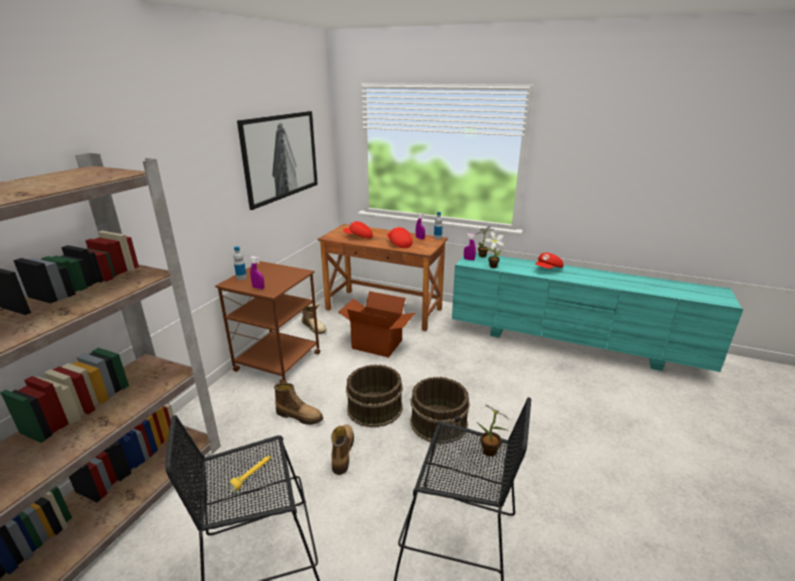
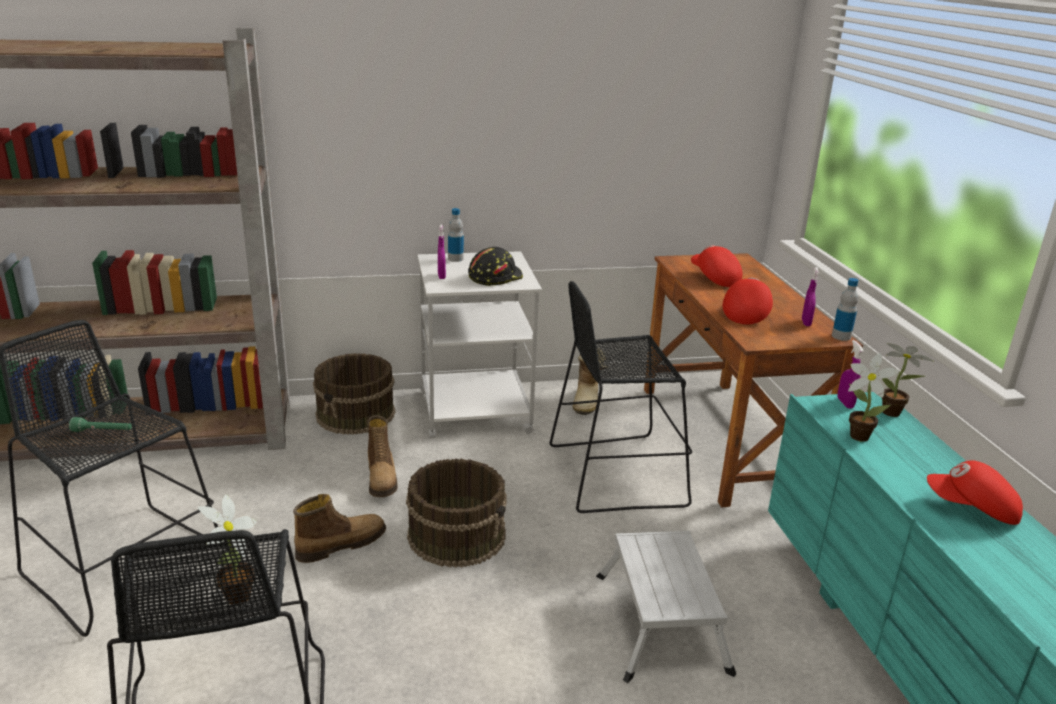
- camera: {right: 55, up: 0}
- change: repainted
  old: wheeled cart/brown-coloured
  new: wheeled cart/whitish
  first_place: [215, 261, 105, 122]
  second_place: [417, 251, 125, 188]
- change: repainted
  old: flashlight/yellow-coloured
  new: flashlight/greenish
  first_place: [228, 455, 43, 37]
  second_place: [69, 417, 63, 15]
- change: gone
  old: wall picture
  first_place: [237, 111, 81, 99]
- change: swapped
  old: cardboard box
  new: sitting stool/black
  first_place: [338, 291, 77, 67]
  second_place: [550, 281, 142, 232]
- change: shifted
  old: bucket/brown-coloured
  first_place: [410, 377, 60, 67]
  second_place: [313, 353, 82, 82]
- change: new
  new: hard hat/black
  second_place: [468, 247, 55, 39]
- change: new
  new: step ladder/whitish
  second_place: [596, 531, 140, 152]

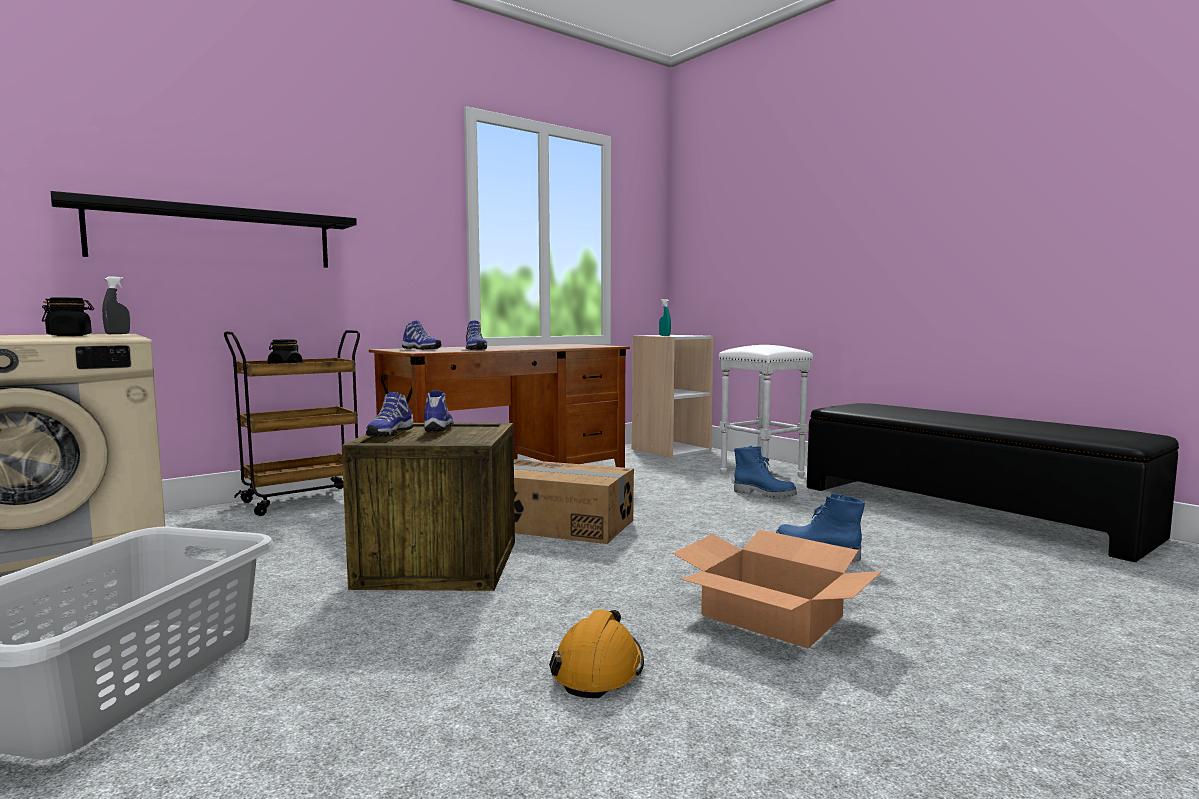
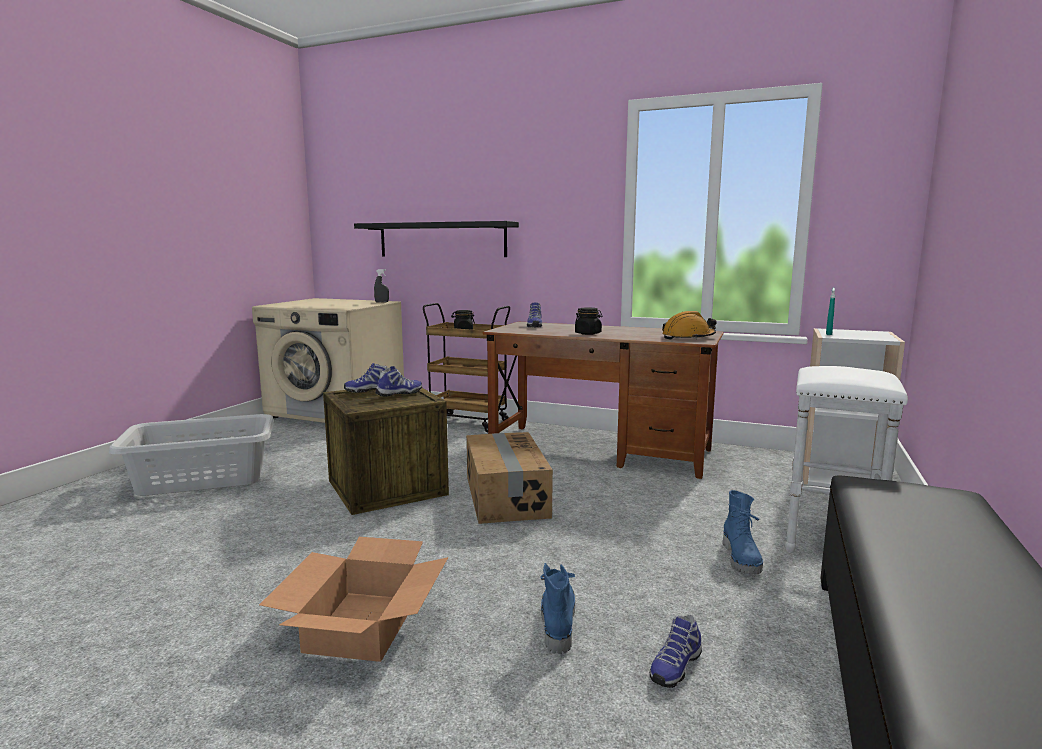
- camera: {right: 60, up: 5}
- change: shifted
  old: storage jar/black
  first_place: [42, 297, 52, 39]
  second_place: [575, 308, 28, 27]
- change: shifted
  old: low shoe
  first_place: [466, 321, 21, 29]
  second_place: [650, 614, 52, 74]
- change: shifted
  old: hard hat/orange-coloured
  first_place: [549, 609, 95, 89]
  second_place: [662, 311, 55, 29]

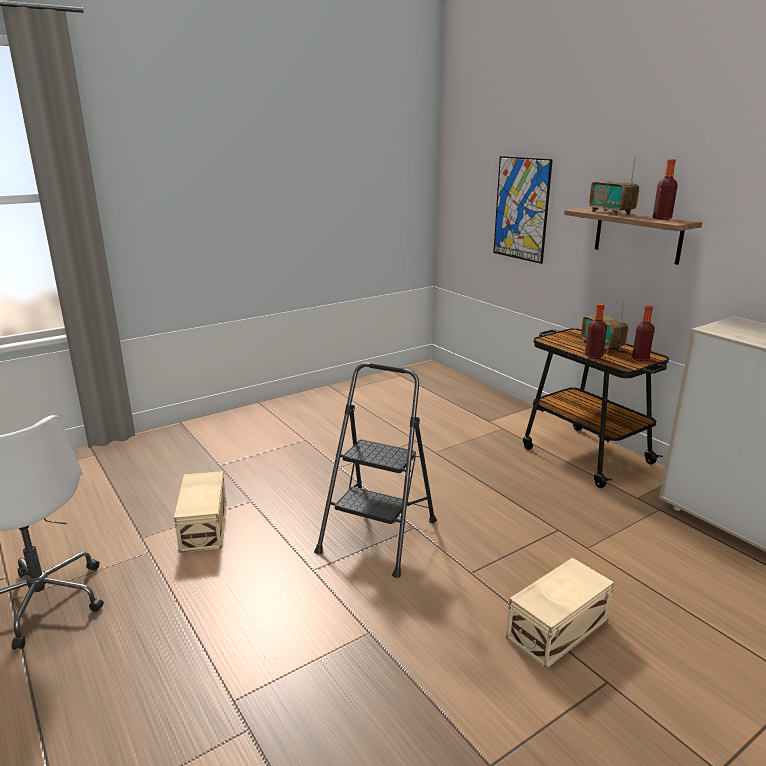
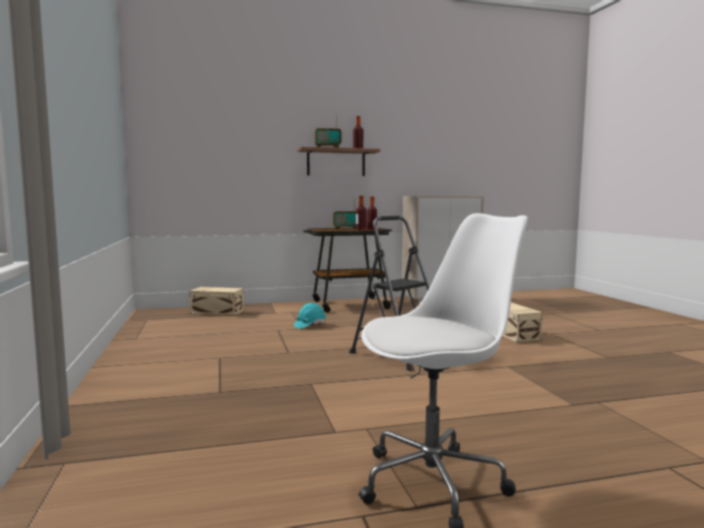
- camera: {right: -70, up: -15}
- change: shifted
  old: storage container/beige-coloured
  first_place: [174, 471, 53, 82]
  second_place: [189, 287, 55, 29]
- change: gone
  old: wall picture
  first_place: [493, 156, 60, 108]
- change: new
  new: hard hat/turquoise-coloured
  second_place: [294, 303, 32, 26]

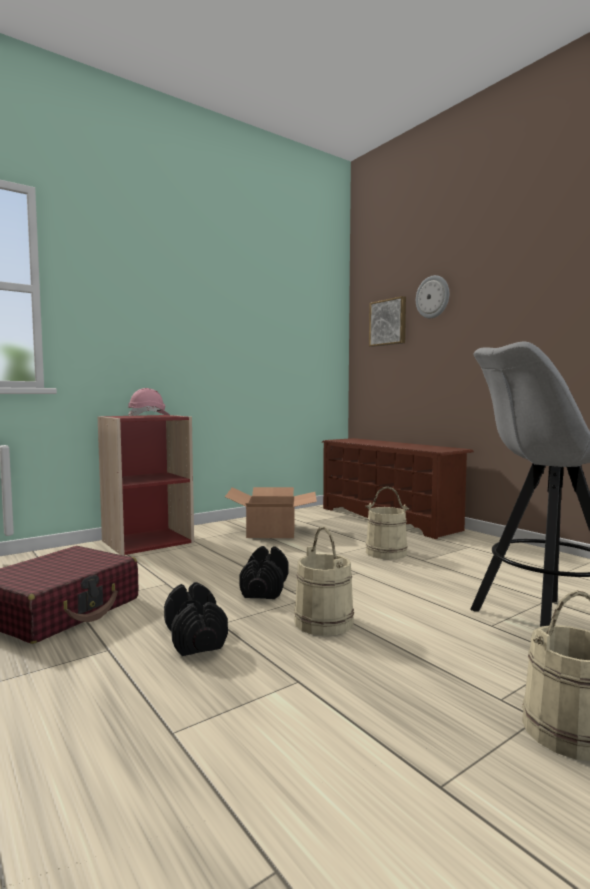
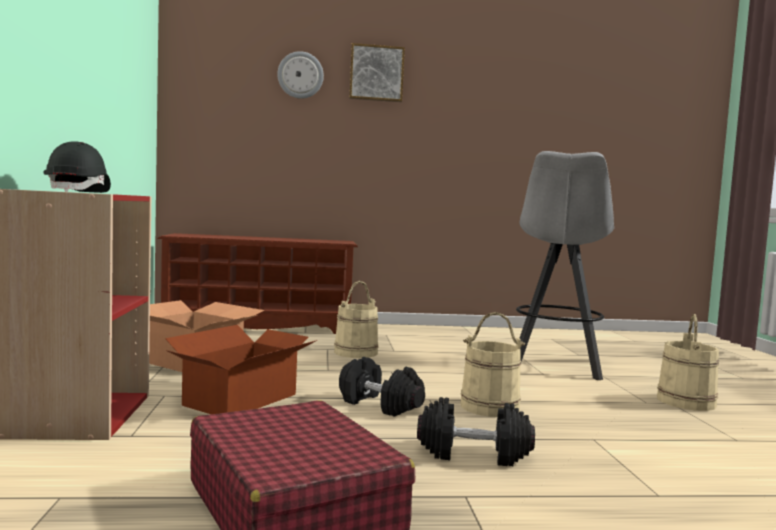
- camera: {right: -60, up: 0}
- change: repainted
  old: hard hat/pinkish
  new: hard hat/black
  first_place: [128, 388, 42, 28]
  second_place: [44, 142, 67, 51]
- change: shifted
  old: wall picture
  first_place: [369, 296, 37, 51]
  second_place: [349, 43, 56, 59]
- change: new
  new: cardboard box
  second_place: [165, 325, 152, 89]

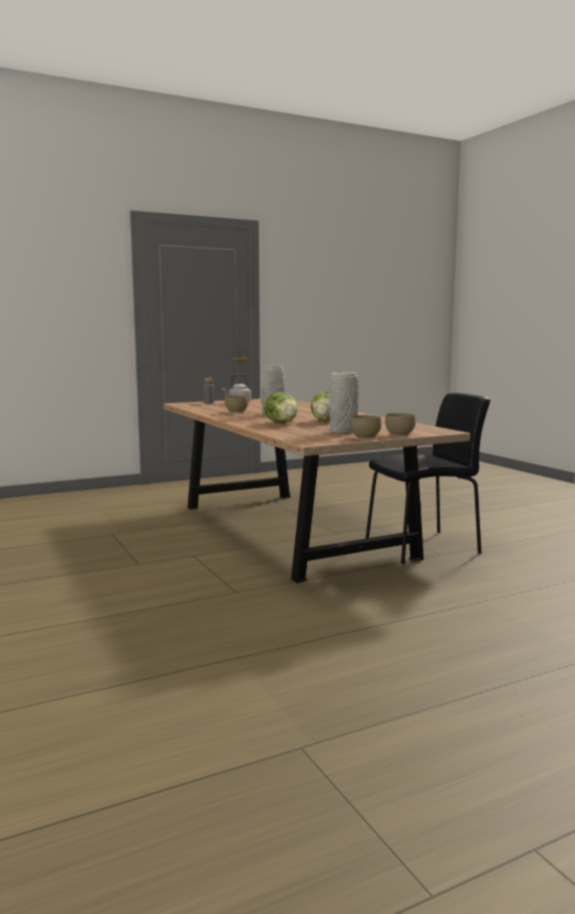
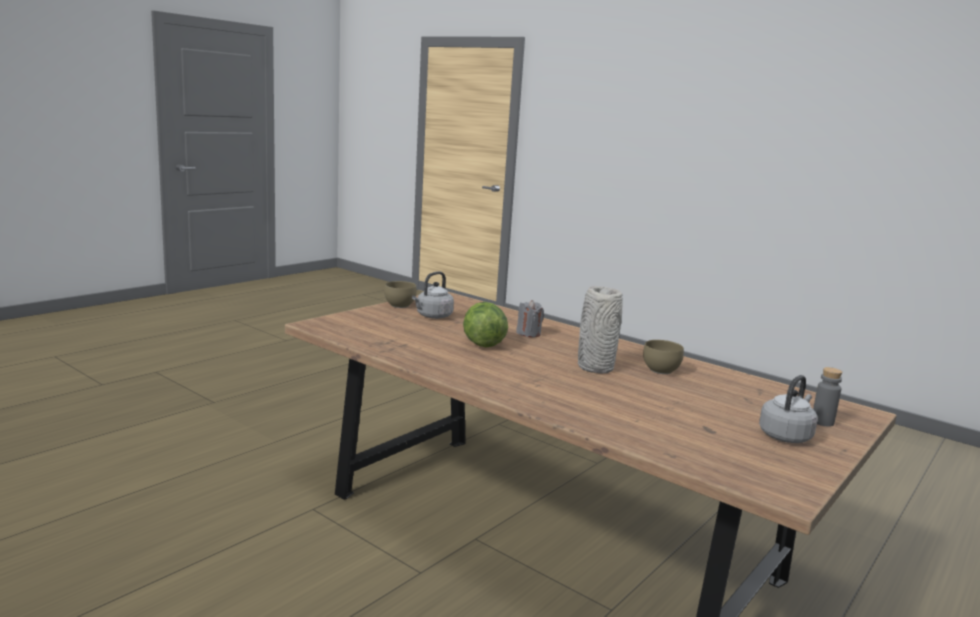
- camera: {right: 155, up: 5}
- change: swapped
  old: lettuce head
  new: wax light/gray
  first_place: [264, 392, 34, 31]
  second_place: [516, 300, 28, 37]
- change: swapped
  old: decorative vase/gray
  new: water kettle/gray
  first_place: [329, 372, 30, 61]
  second_place: [412, 271, 42, 48]
- change: gone
  old: plain chair/black
  first_place: [366, 393, 124, 171]
- change: gone
  old: serving bowl/brown-coloured
  first_place: [385, 413, 31, 23]

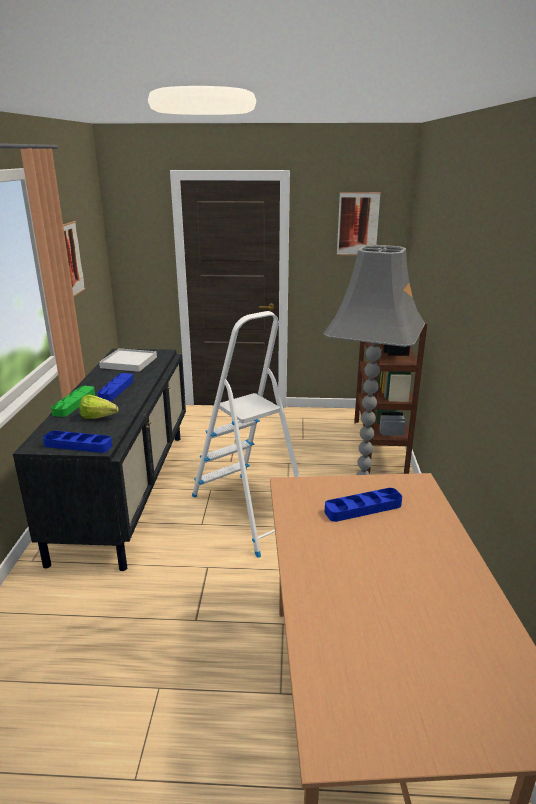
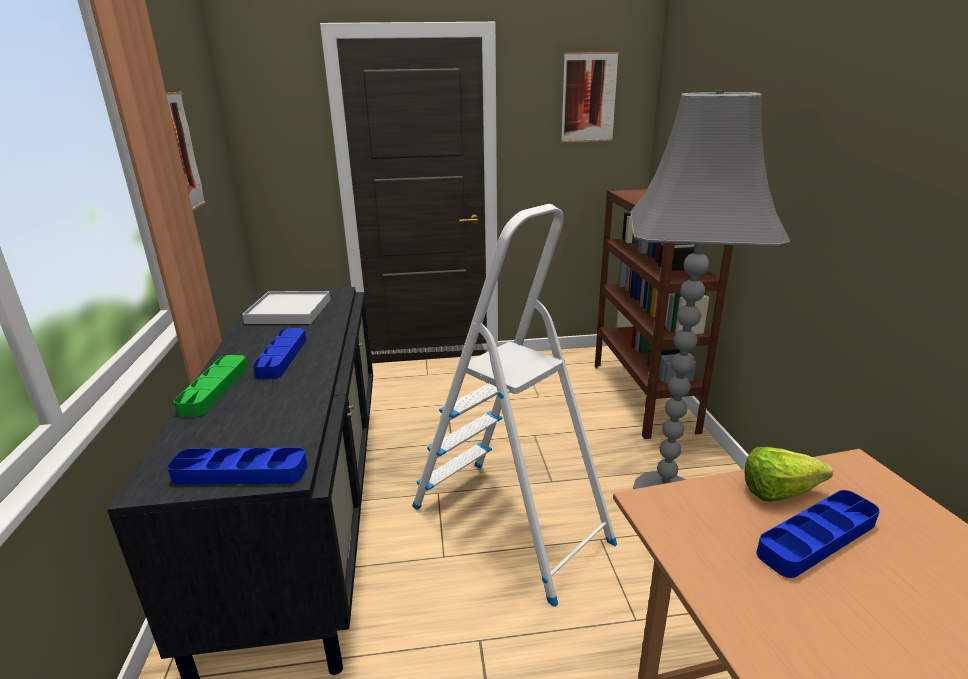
- camera: {right: -10, up: 0}
- change: shifted
  old: lettuce head
  first_place: [79, 394, 40, 25]
  second_place: [745, 447, 88, 55]

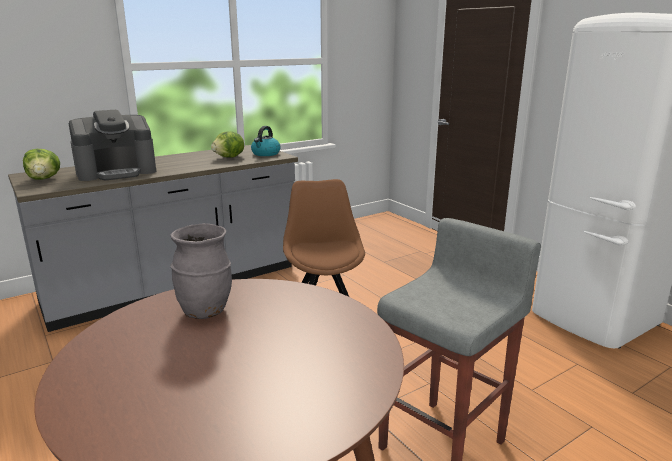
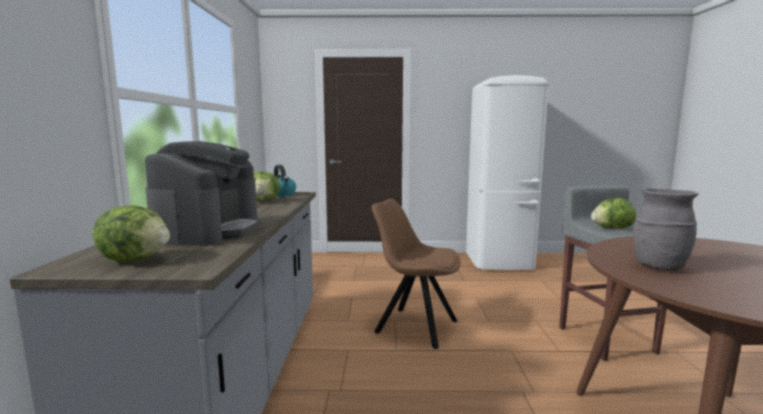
- camera: {right: -55, up: -10}
- change: new
  new: lettuce head
  second_place: [591, 198, 45, 31]

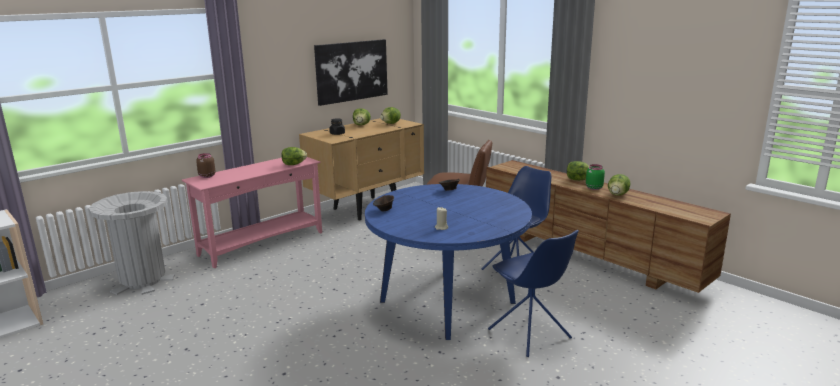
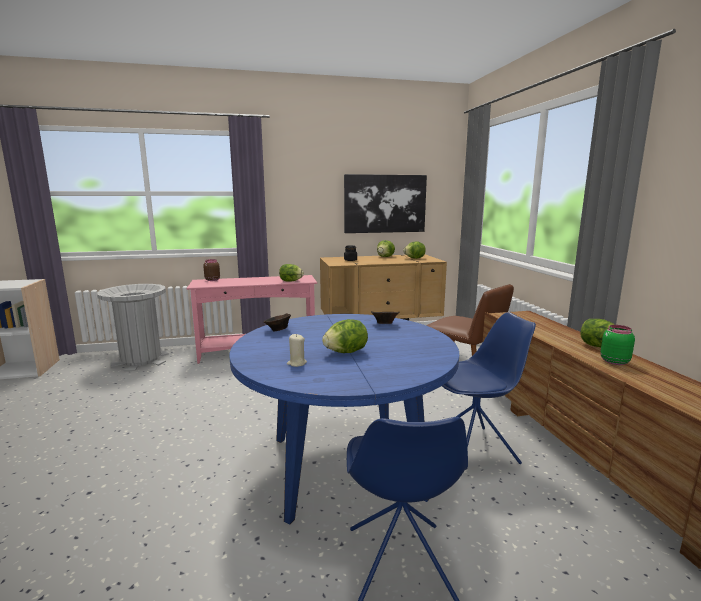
- camera: {right: 30, up: -5}
- change: shifted
  old: lettuce head
  first_place: [608, 174, 22, 22]
  second_place: [322, 319, 46, 34]

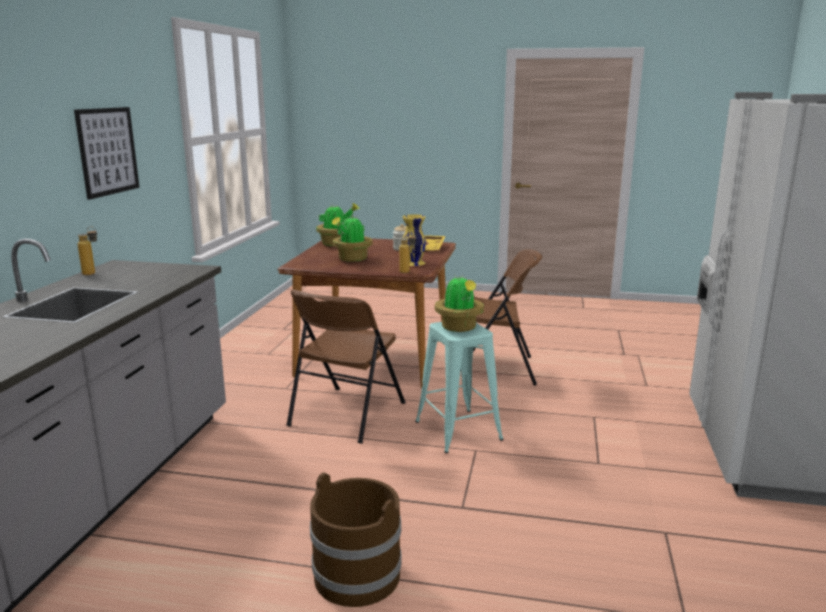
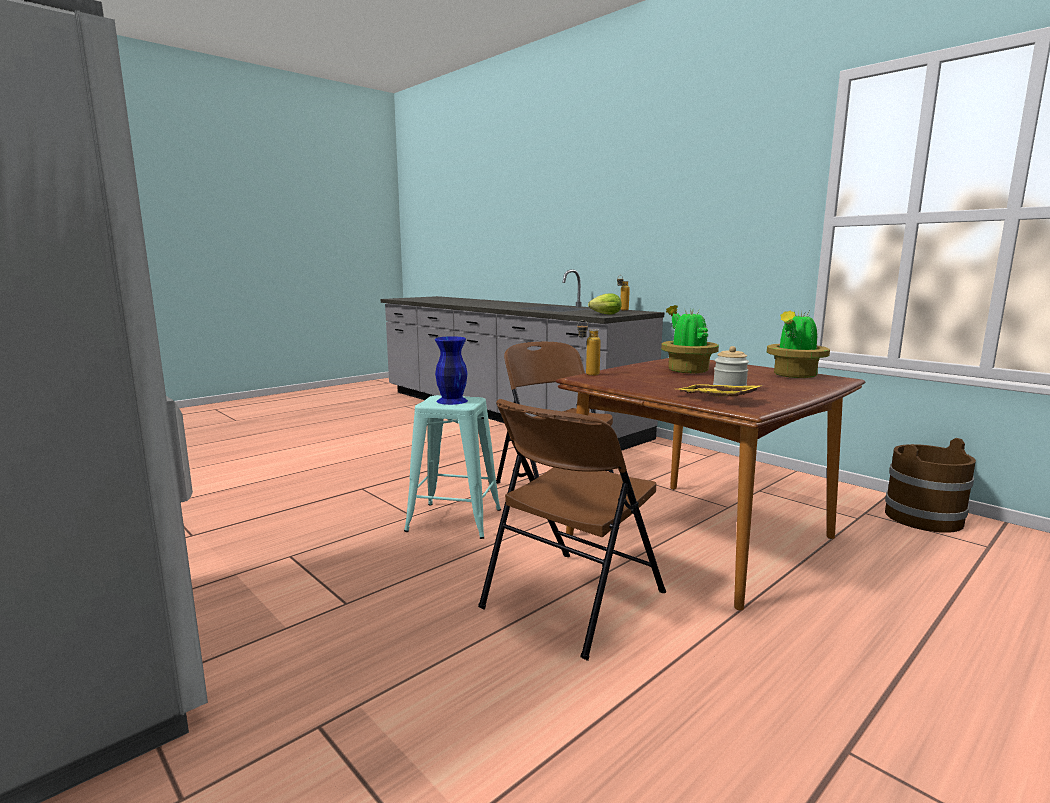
- camera: {right: 125, up: -5}
- change: gone
  old: wall picture
  first_place: [74, 107, 66, 93]
- change: shifted
  old: bucket/brown-coloured
  first_place: [310, 472, 92, 135]
  second_place: [885, 438, 91, 95]
- change: gone
  old: decorative vase/yellow-coloured
  first_place: [402, 214, 24, 52]
- change: swapped
  old: plant in a pot
  new: decorative vase/blue-coloured
  first_place: [435, 274, 49, 58]
  second_place: [435, 336, 33, 69]
- change: new
  new: lettuce head
  second_place: [588, 294, 34, 21]

